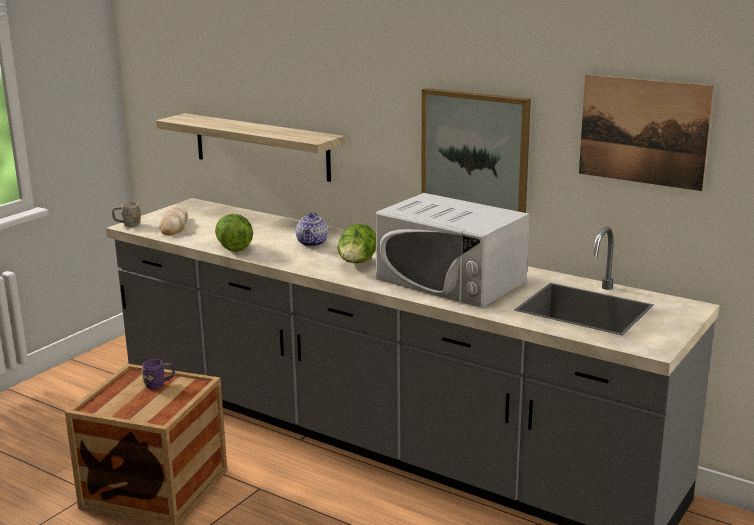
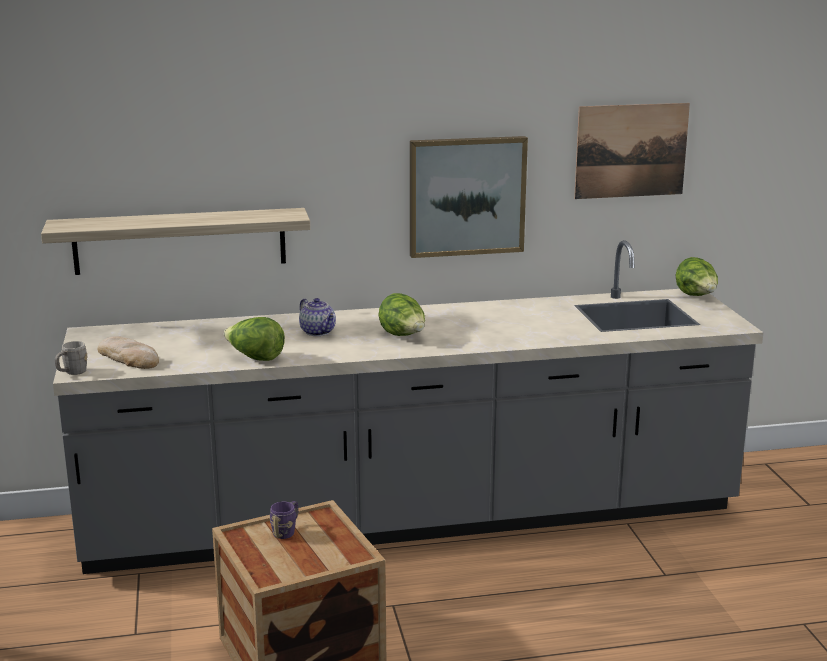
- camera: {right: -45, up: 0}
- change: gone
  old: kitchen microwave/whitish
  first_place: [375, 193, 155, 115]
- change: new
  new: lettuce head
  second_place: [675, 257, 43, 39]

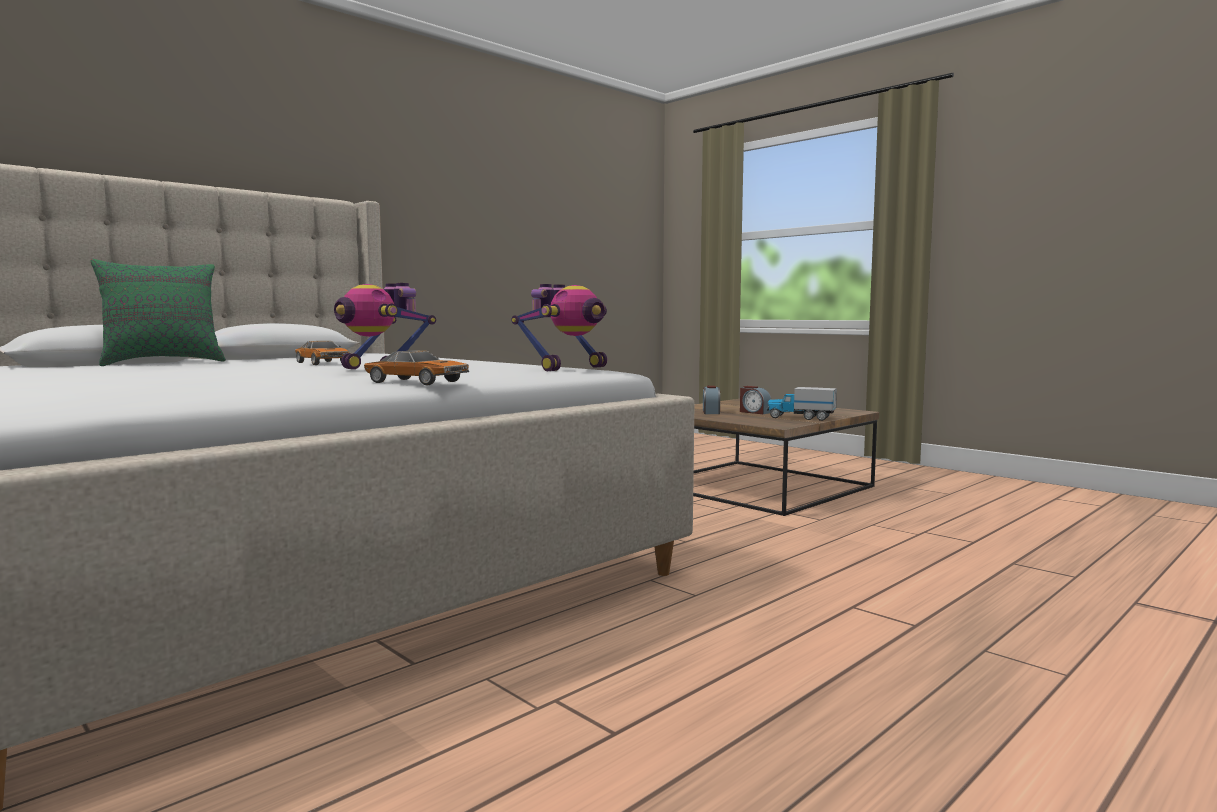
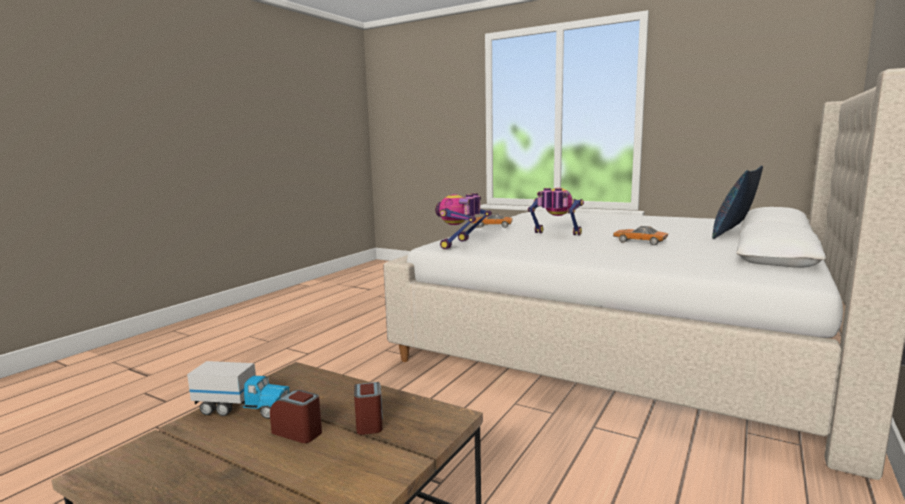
- camera: {right: 165, up: 5}
- change: repainted
  old: throw pillow/greenish
  new: throw pillow/blue-coloured
  first_place: [91, 259, 135, 107]
  second_place: [712, 165, 51, 74]

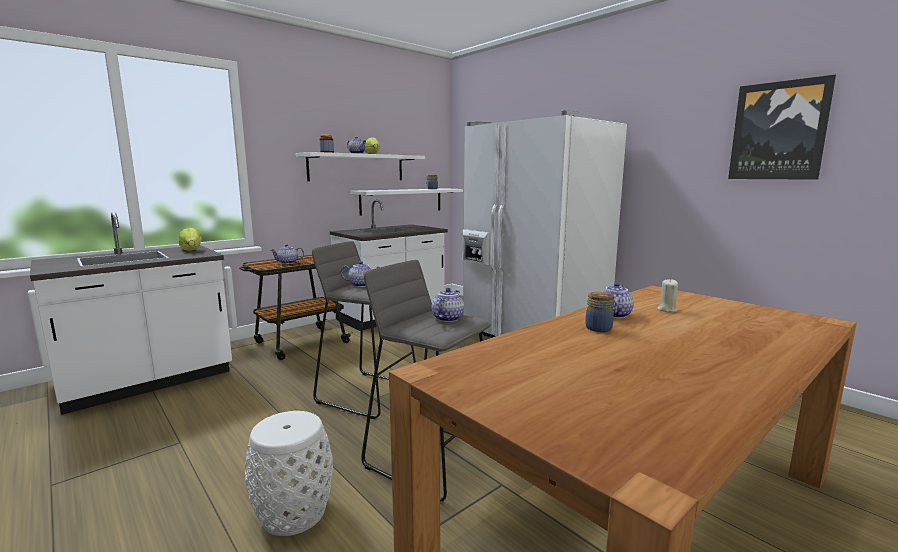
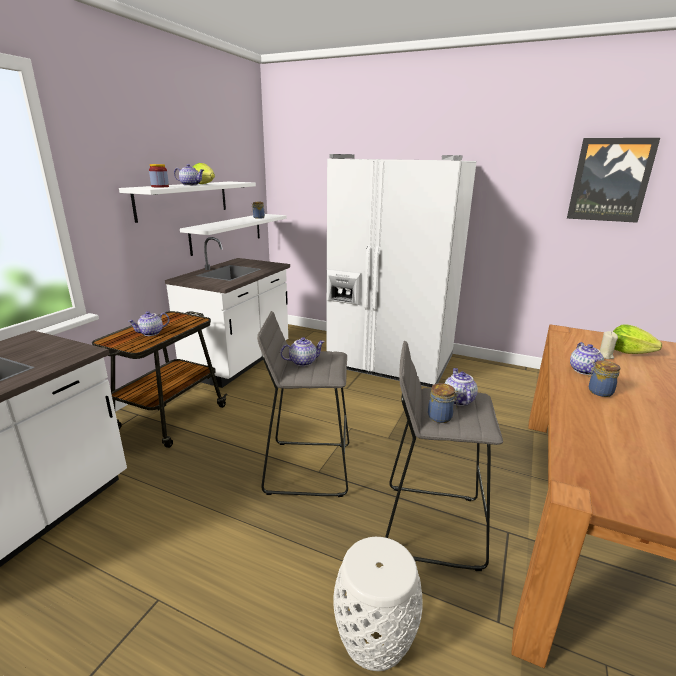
- camera: {right: -25, up: 10}
- change: shifted
  old: lettuce head
  first_place: [179, 227, 23, 24]
  second_place: [613, 324, 49, 30]
- change: new
  new: storage jar
  second_place: [428, 383, 30, 40]

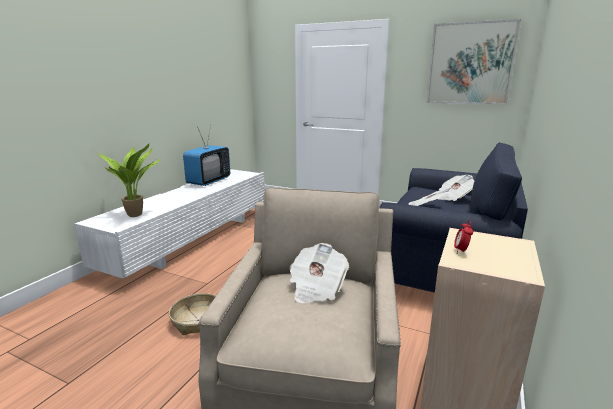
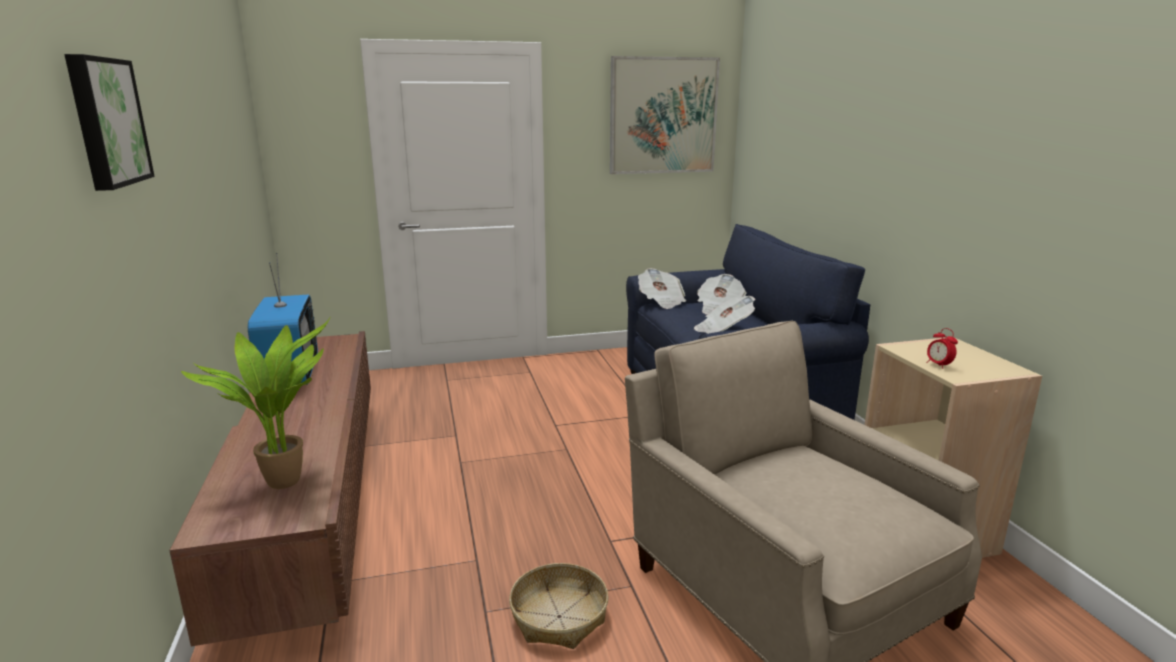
- camera: {right: -40, up: 0}
- change: repainted
  old: tv stand/whitish
  new: tv stand/brown-coloured
  first_place: [74, 169, 191, 110]
  second_place: [169, 331, 202, 316]
- change: shifted
  old: daily paper
  first_place: [289, 243, 60, 60]
  second_place: [638, 268, 48, 41]
- change: new
  new: wall picture
  second_place: [64, 54, 91, 137]

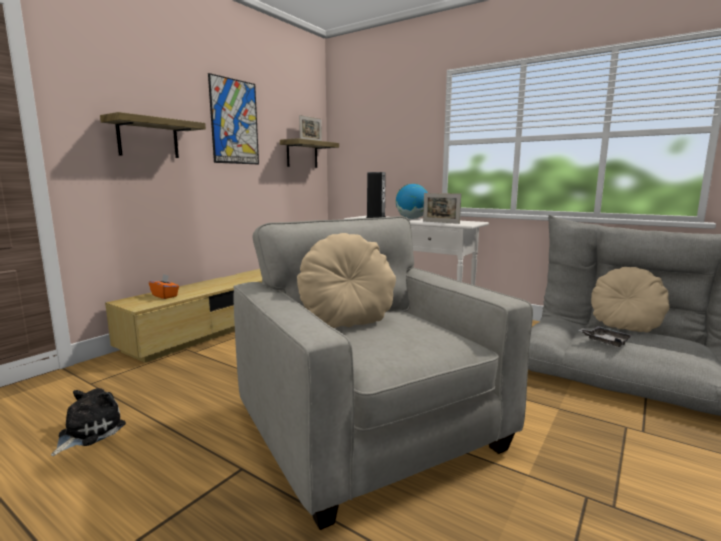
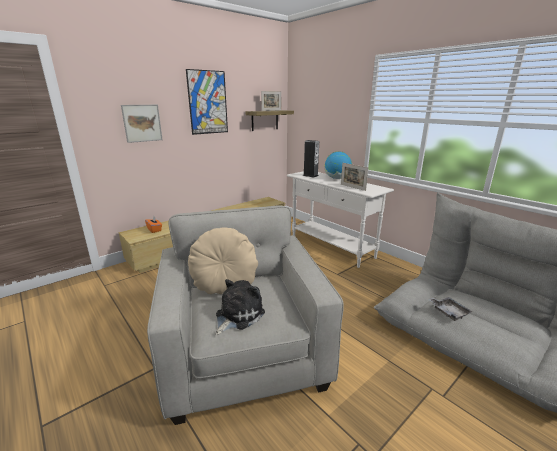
- camera: {right: 15, up: 10}
- change: shifted
  old: cuddly toy
  first_place: [51, 388, 75, 68]
  second_place: [215, 279, 50, 56]
- change: swapped
  old: bracket shelf
  new: wall picture
  first_place: [100, 112, 106, 46]
  second_place: [121, 105, 42, 38]
- change: gone
  old: throw pillow/beige-coloured
  first_place: [591, 267, 79, 66]

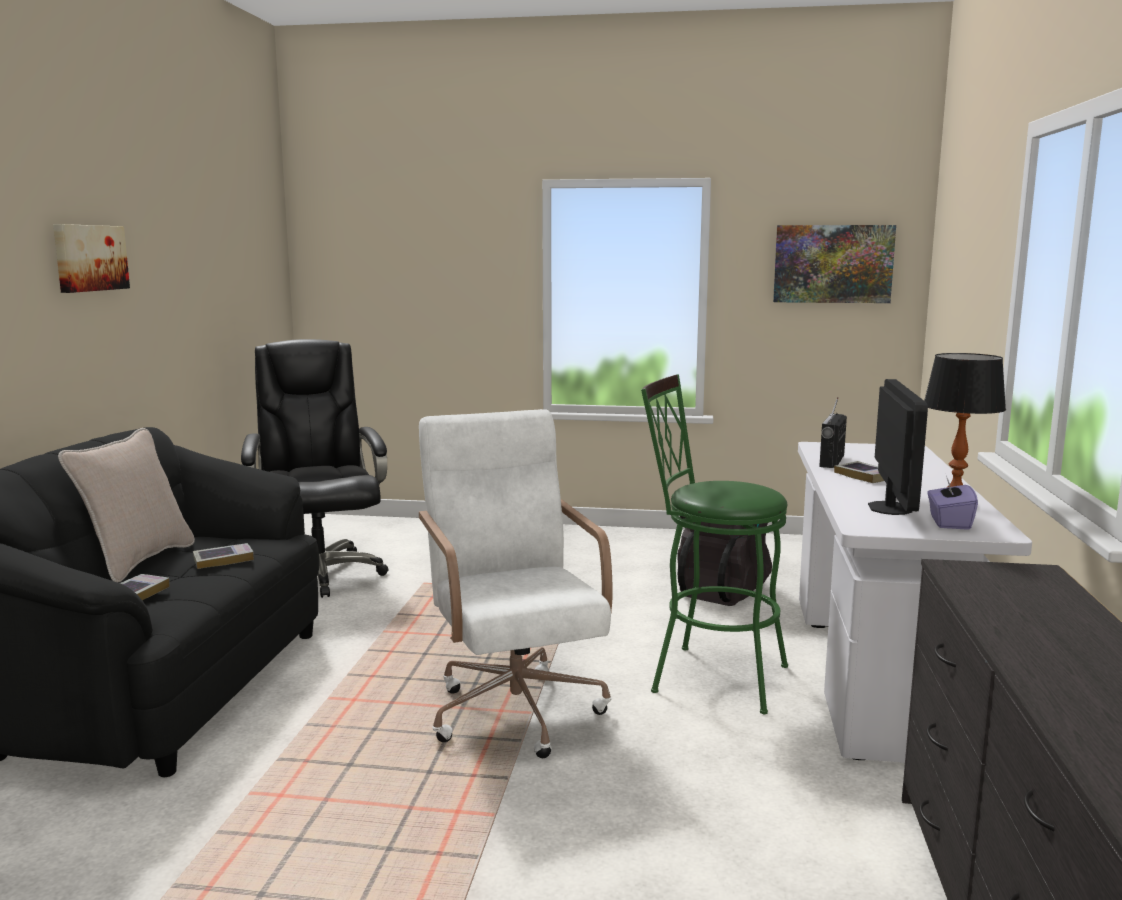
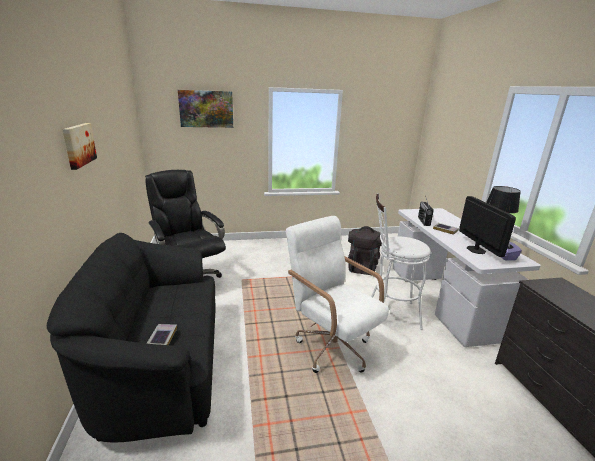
- camera: {right: -20, up: 10}
- change: gone
  old: throw pillow/beige-coloured
  first_place: [58, 428, 137, 155]
- change: gone
  old: book
  first_place: [193, 543, 61, 26]
- change: repainted
  old: sitting stool/greenish
  new: sitting stool/whitish
  first_place: [641, 374, 147, 340]
  second_place: [371, 193, 60, 137]
- change: shifted
  old: wall picture
  first_place: [773, 225, 123, 78]
  second_place: [178, 90, 55, 38]

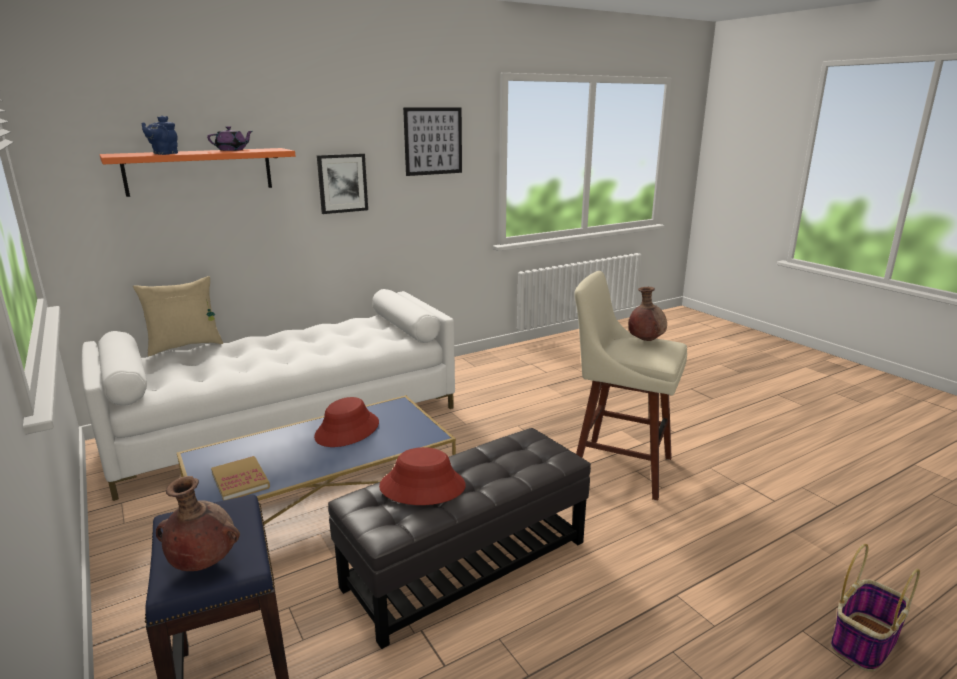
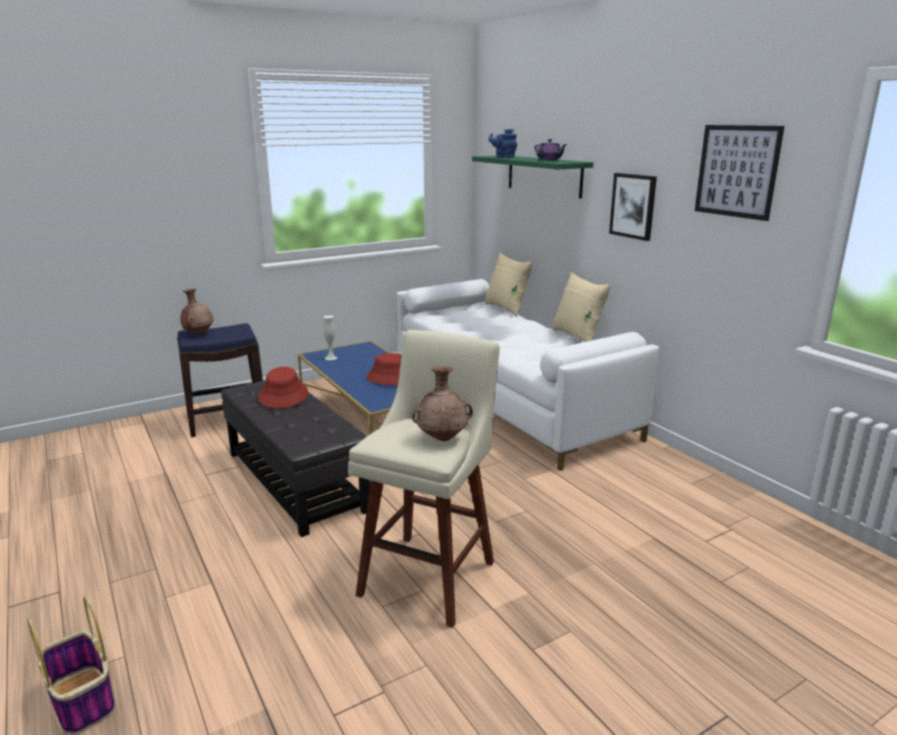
- camera: {right: 90, up: 0}
- change: repainted
  old: bracket shelf/orange-coloured
  new: bracket shelf/greenish
  first_place: [99, 148, 196, 49]
  second_place: [472, 156, 121, 42]
- change: swapped
  old: book
  new: decorative vase/whitish
  first_place: [211, 456, 59, 45]
  second_place: [323, 315, 14, 45]
- change: new
  new: throw pillow/beige-coloured
  second_place: [552, 272, 59, 70]

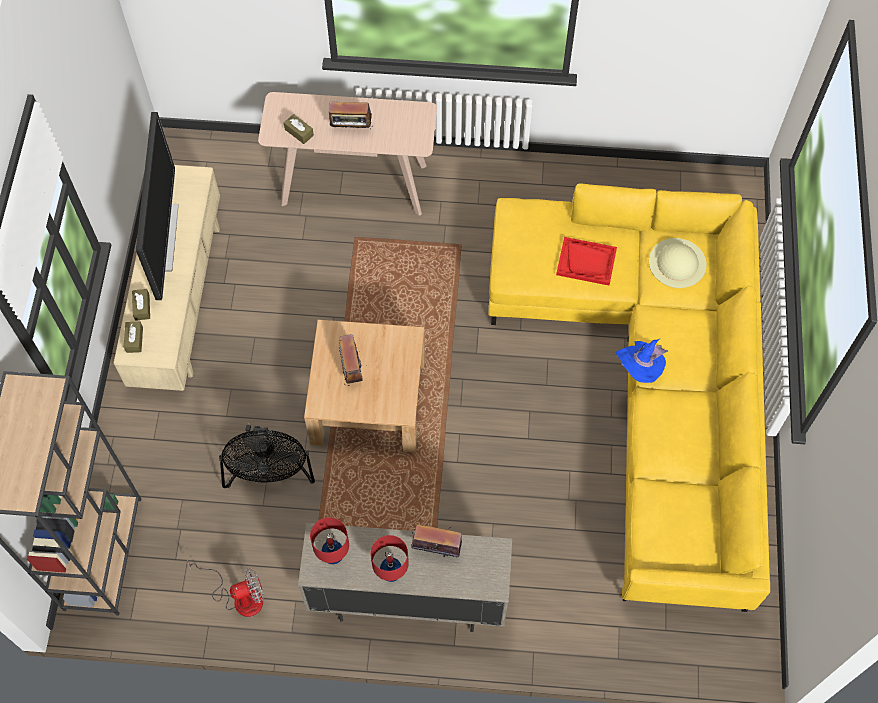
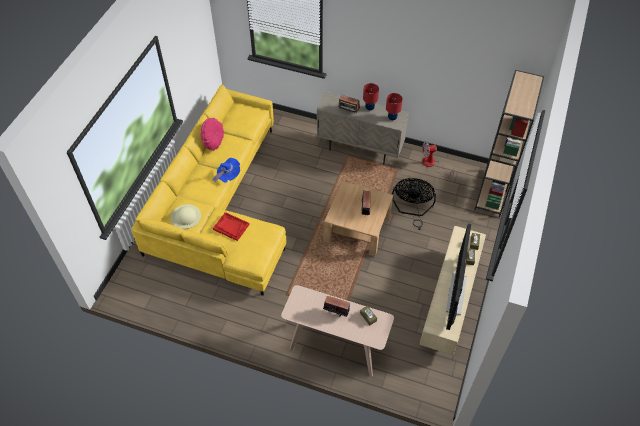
- camera: {right: -165, up: -10}
- change: new
  new: throw pillow/pinkish
  second_place: [201, 118, 23, 33]

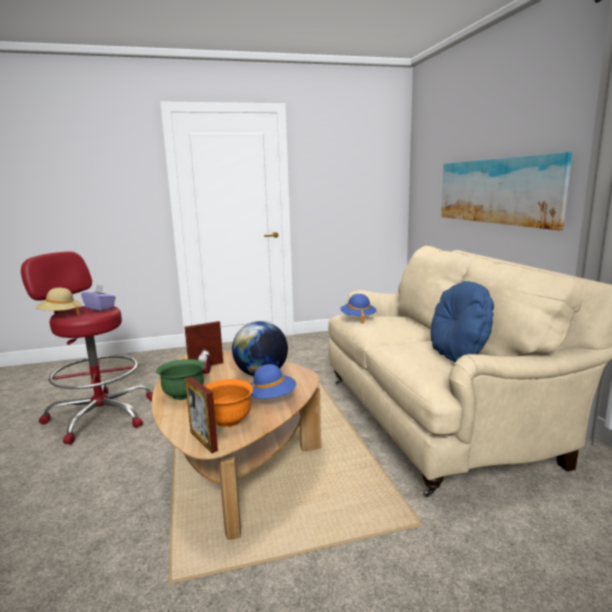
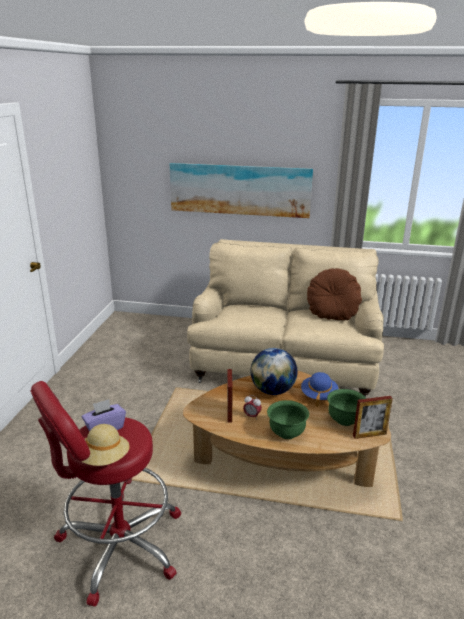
- camera: {right: -65, up: 10}
- change: repainted
  old: serving bowl/orange-coloured
  new: serving bowl/greenish
  first_place: [205, 379, 48, 48]
  second_place: [327, 389, 40, 37]
- change: gone
  old: hat/blue-coloured
  first_place: [340, 294, 37, 30]
- change: repainted
  old: throw pillow/blue-coloured
  new: throw pillow/brown-coloured
  first_place: [430, 281, 64, 81]
  second_place: [307, 268, 55, 52]

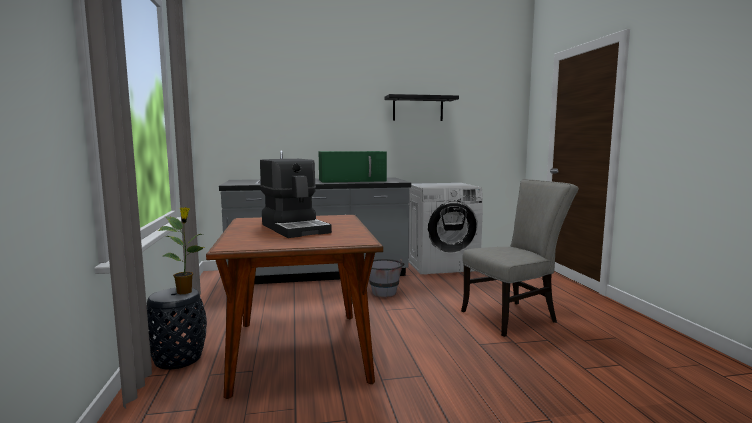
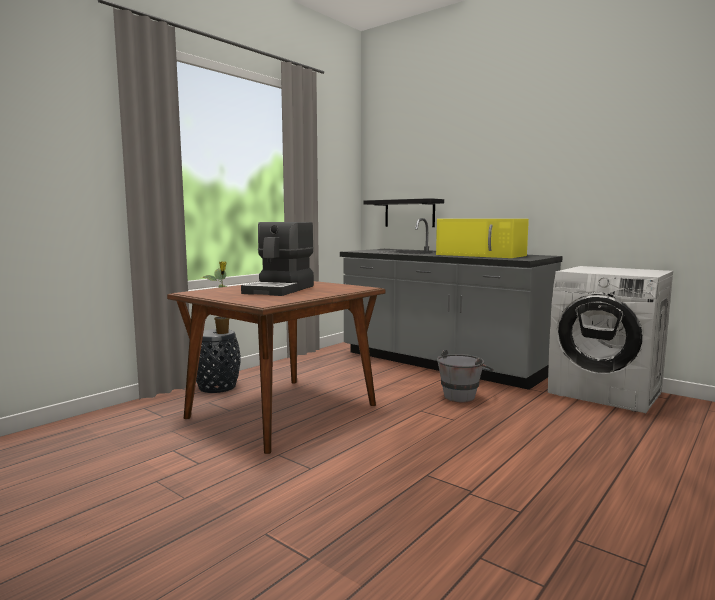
- camera: {right: 50, up: 0}
- change: repainted
  old: kitchen microwave/greenish
  new: kitchen microwave/yellow-coloured
  first_place: [319, 151, 68, 32]
  second_place: [436, 219, 93, 39]
- change: shifted
  old: bracket shelf/black
  first_place: [384, 94, 75, 27]
  second_place: [364, 198, 80, 29]
- change: gone
  old: plain chair/gray
  first_place: [461, 179, 118, 158]

